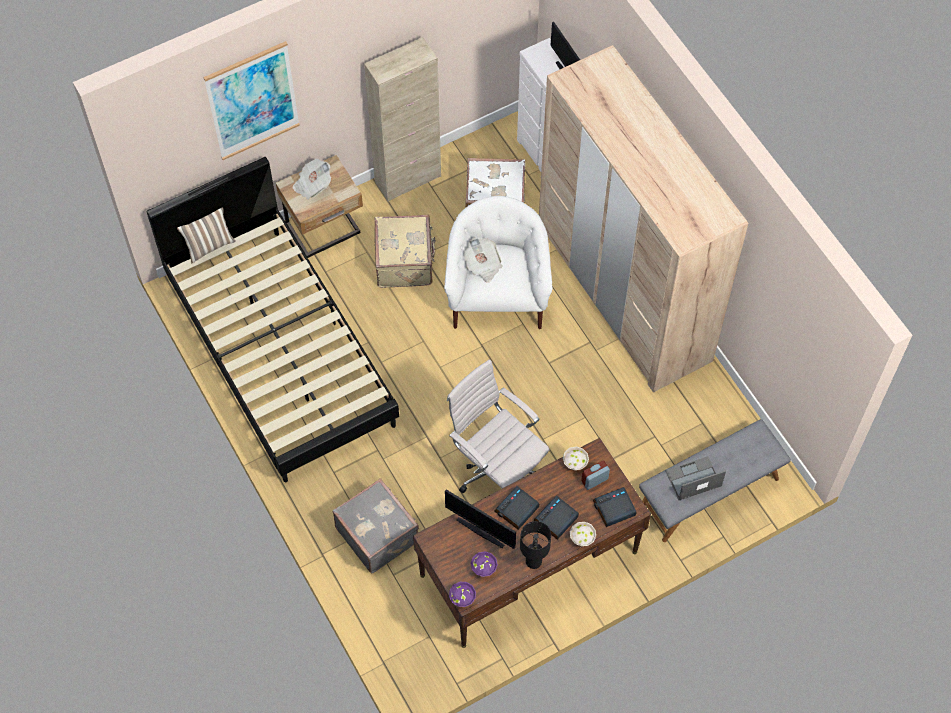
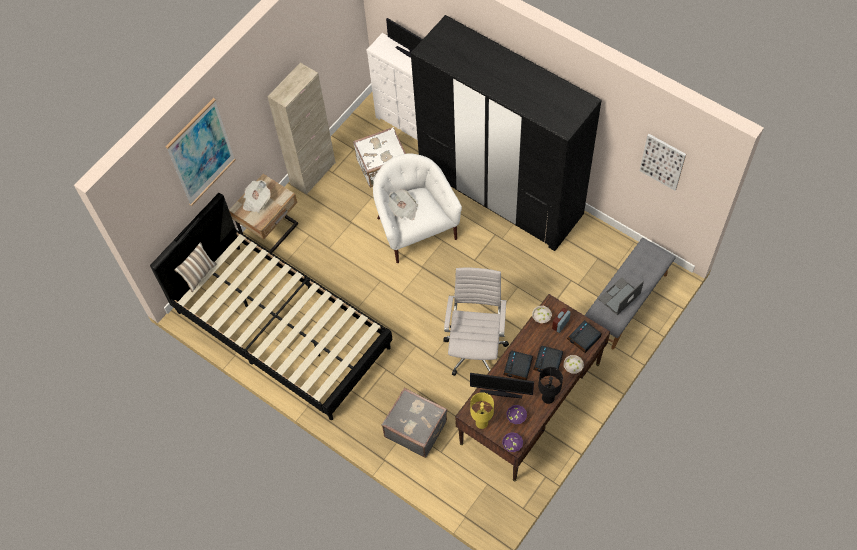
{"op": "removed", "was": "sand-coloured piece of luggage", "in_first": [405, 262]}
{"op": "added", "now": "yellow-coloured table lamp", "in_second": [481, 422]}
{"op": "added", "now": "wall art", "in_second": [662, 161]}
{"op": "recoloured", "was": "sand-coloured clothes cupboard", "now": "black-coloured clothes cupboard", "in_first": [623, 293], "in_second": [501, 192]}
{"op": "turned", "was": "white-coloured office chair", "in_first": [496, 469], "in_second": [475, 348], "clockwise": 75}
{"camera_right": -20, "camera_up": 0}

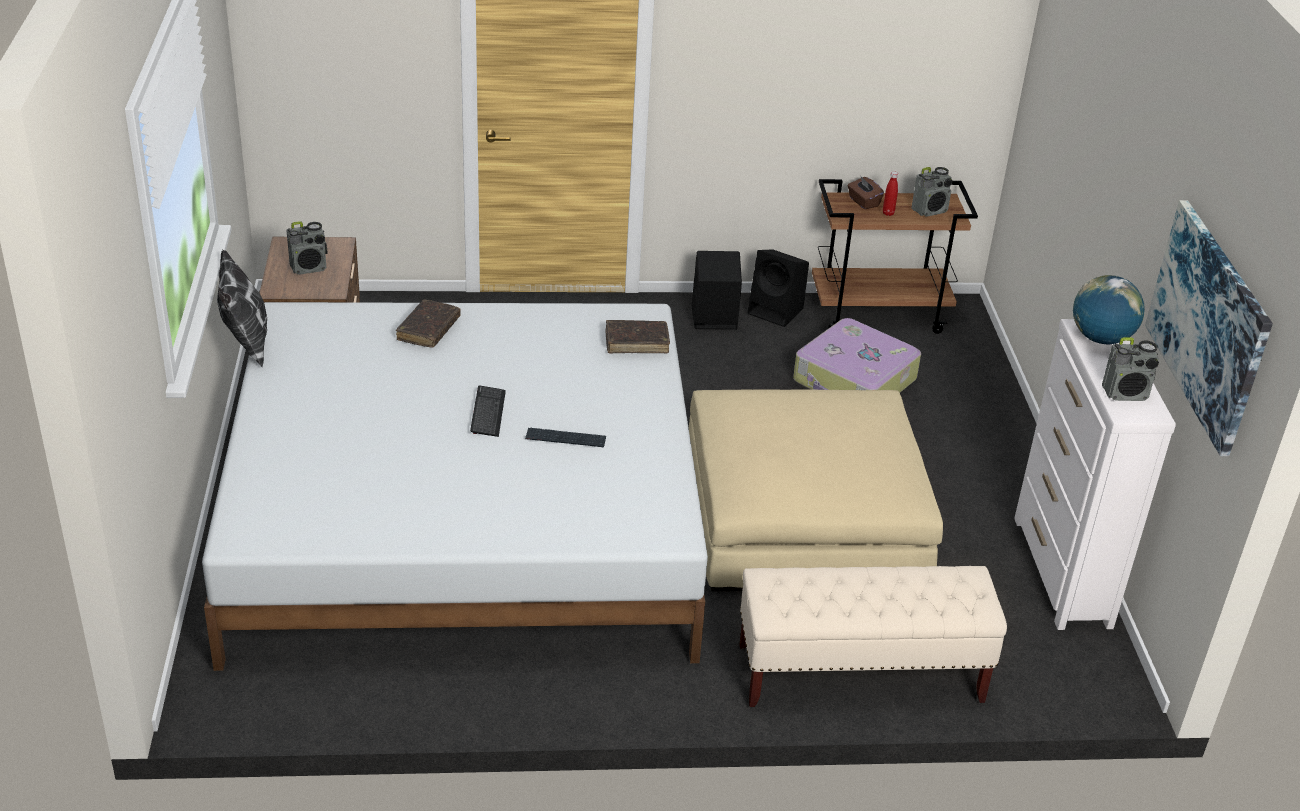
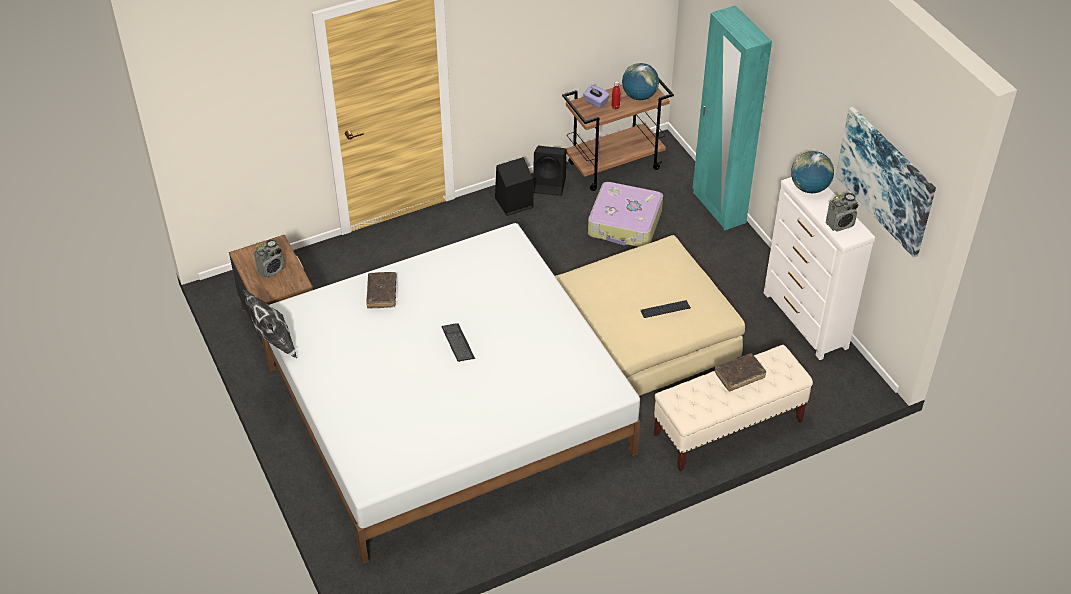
{"op": "added", "now": "turquoise-coloured clothes cupboard", "in_second": [718, 208]}
{"op": "moved", "was": "keyboard", "in_first": [565, 439], "in_second": [665, 310]}
{"op": "moved", "was": "brown book", "in_first": [637, 343], "in_second": [739, 375]}
{"op": "replaced", "was": "radio", "now": "globe", "in_first": [930, 210], "in_second": [639, 96]}
{"op": "recoloured", "was": "brown box of tissues", "now": "purple box of tissues", "in_first": [863, 202], "in_second": [595, 102]}
{"camera_right": -20, "camera_up": 10}

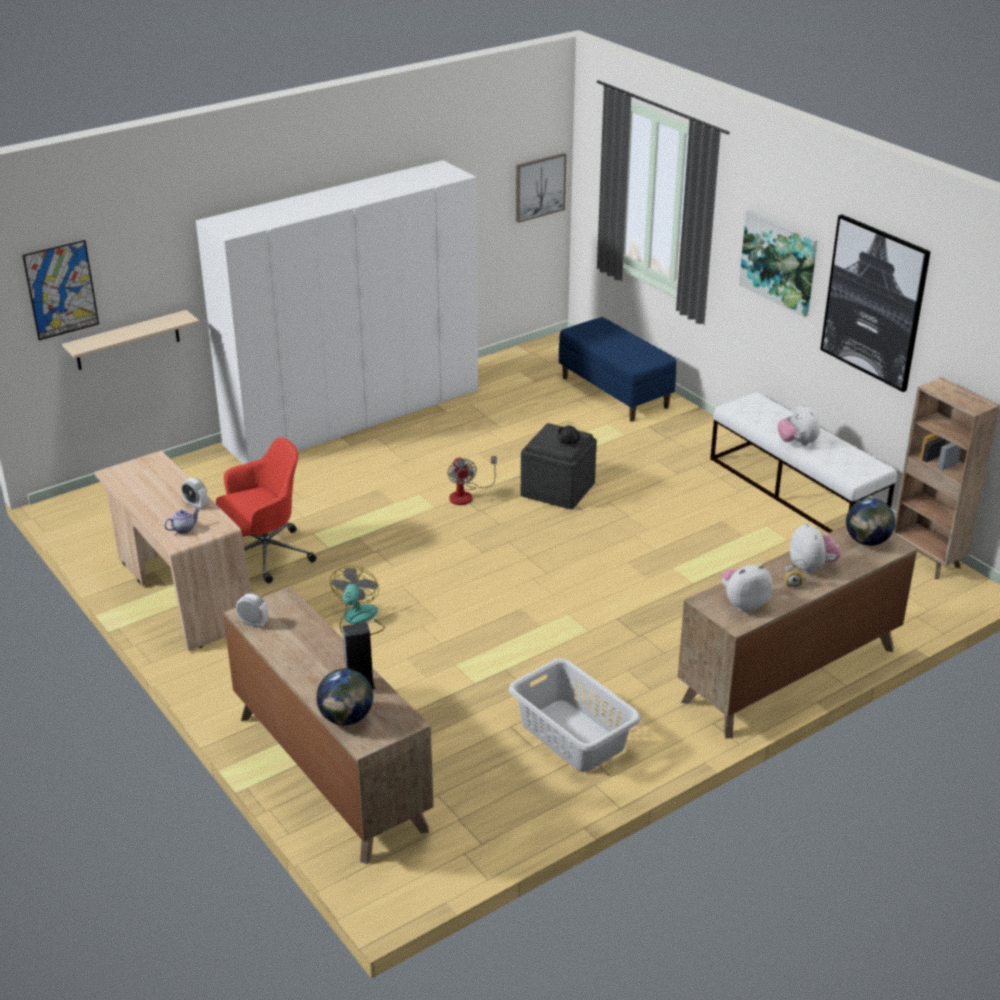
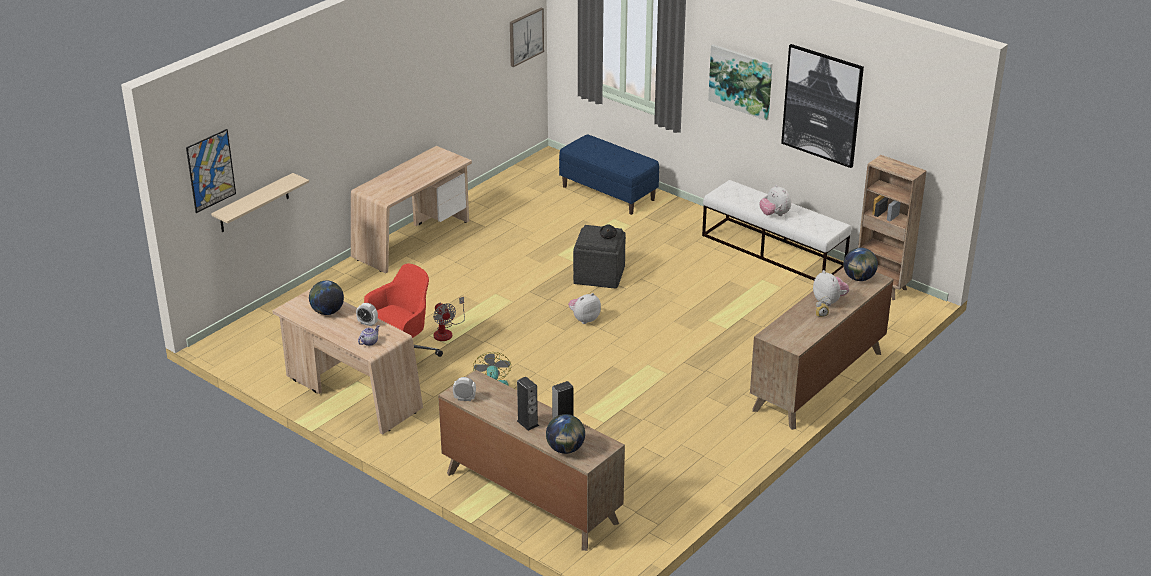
{"op": "removed", "was": "greyish laundry basket", "in_first": [572, 736]}
{"op": "added", "now": "globe", "in_second": [327, 312]}
{"op": "added", "now": "speaker", "in_second": [527, 423]}
{"op": "moved", "was": "electric fan", "in_first": [466, 495], "in_second": [446, 332]}
{"op": "moved", "was": "plush toy", "in_first": [743, 603], "in_second": [584, 319]}
{"op": "replaced", "was": "white-coloured clothes cupboard", "now": "sand-coloured desk unit", "in_first": [354, 416], "in_second": [413, 240]}
{"camera_right": -15, "camera_up": 0}

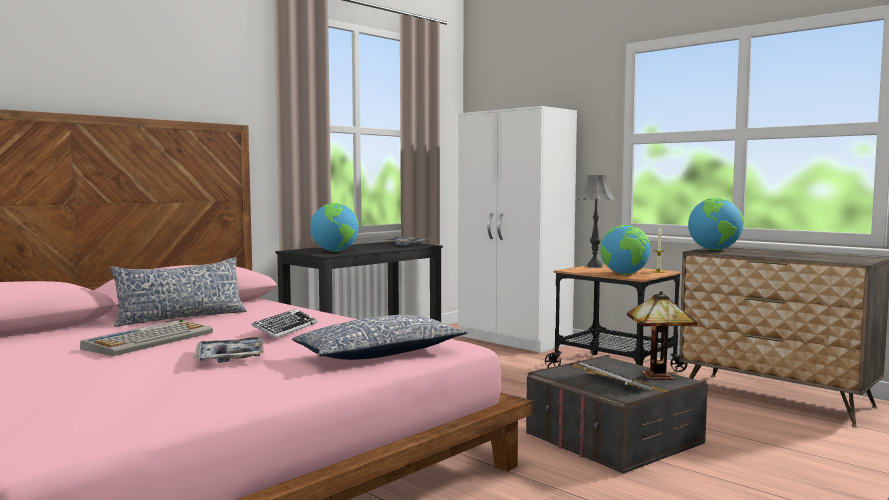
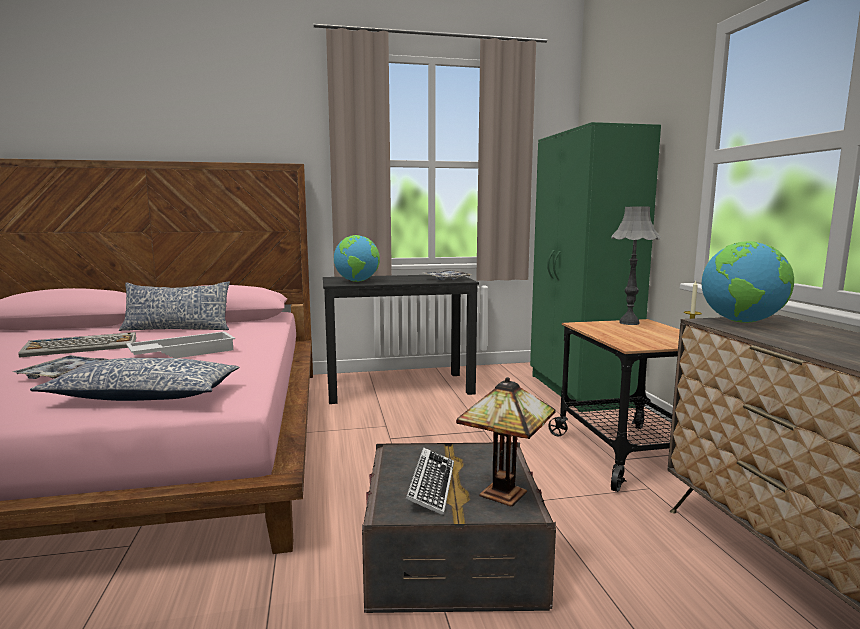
{"op": "removed", "was": "globe", "in_first": [625, 274]}
{"op": "replaced", "was": "keyboard", "now": "white-coloured serving tray", "in_first": [285, 329], "in_second": [183, 352]}
{"op": "recoloured", "was": "white-coloured clothes cupboard", "now": "green-coloured clothes cupboard", "in_first": [514, 340], "in_second": [580, 391]}
{"camera_right": 35, "camera_up": 5}

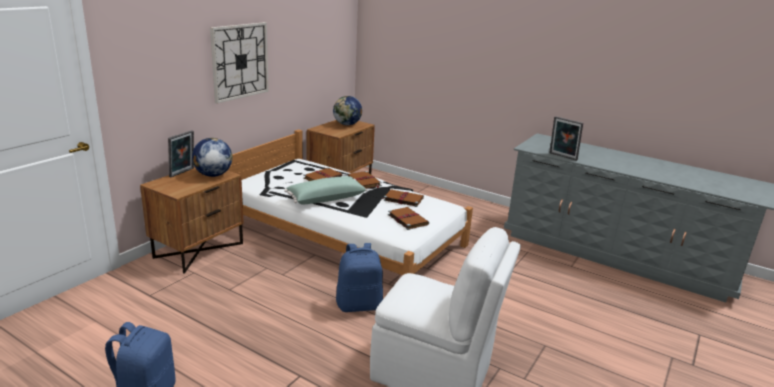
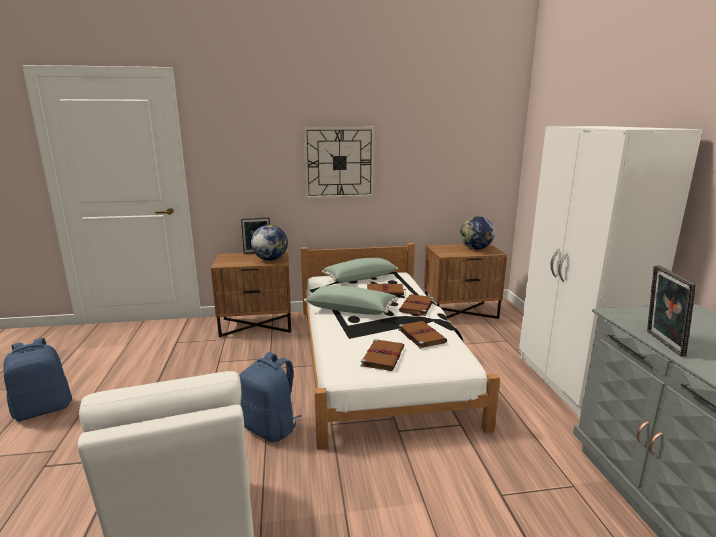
{"op": "added", "now": "green-coloured throw pillow", "in_second": [359, 278]}
{"op": "added", "now": "white-coloured clothes cupboard", "in_second": [572, 383]}
{"camera_right": 50, "camera_up": -5}

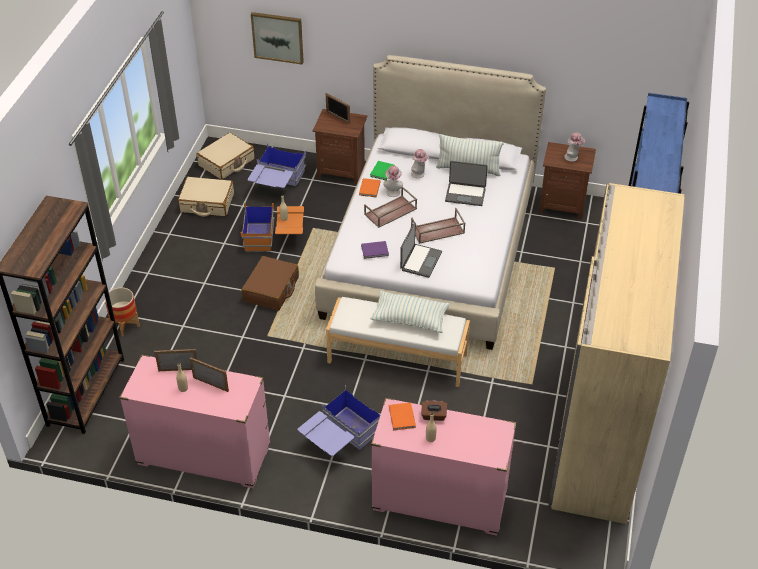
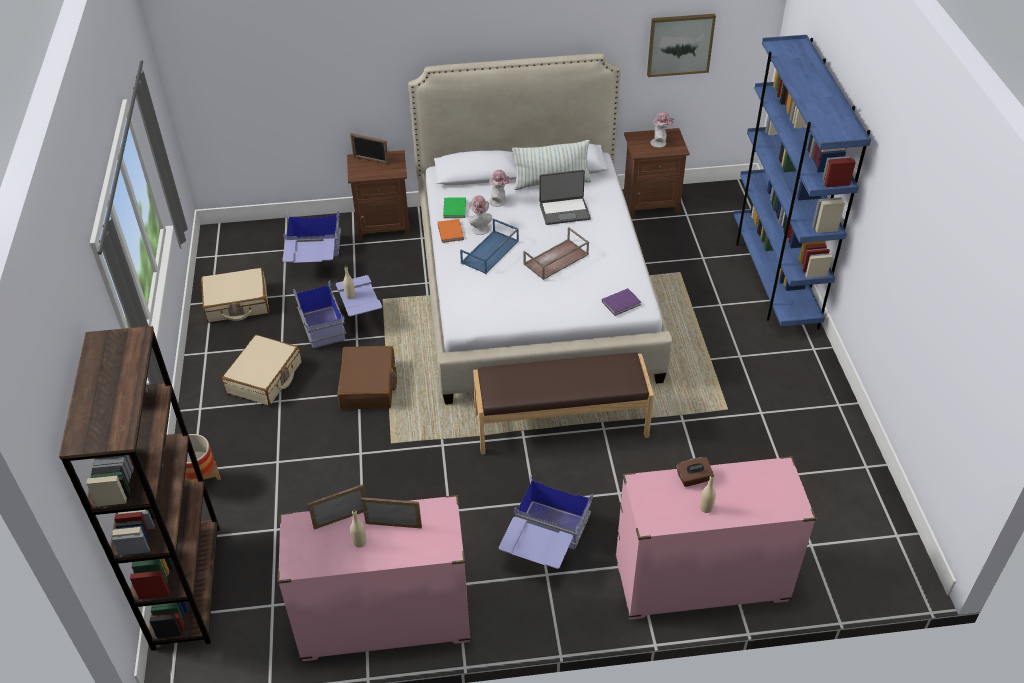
{"op": "removed", "was": "throw pillow", "in_first": [410, 319]}
{"op": "removed", "was": "orange-coloured book", "in_first": [402, 416]}
{"op": "removed", "was": "laptop", "in_first": [420, 261]}
{"op": "removed", "was": "sand-coloured clothes cupboard", "in_first": [599, 431]}
{"op": "moved", "was": "sand-coloured piece of luggage", "in_first": [226, 162], "in_second": [265, 378]}
{"op": "moved", "was": "wall art", "in_first": [278, 37], "in_second": [680, 44]}
{"op": "moved", "was": "purple book", "in_first": [375, 251], "in_second": [622, 303]}
{"op": "recoloured", "was": "orange-coloured storage container", "now": "blue storage container", "in_first": [274, 238], "in_second": [342, 323]}
{"op": "recoloured", "was": "white-coloured bench", "now": "brown bench", "in_first": [397, 357], "in_second": [561, 423]}
{"op": "recoloured", "was": "brown serving tray", "now": "blue serving tray", "in_first": [390, 212], "in_second": [490, 252]}
{"camera_right": -20, "camera_up": 0}

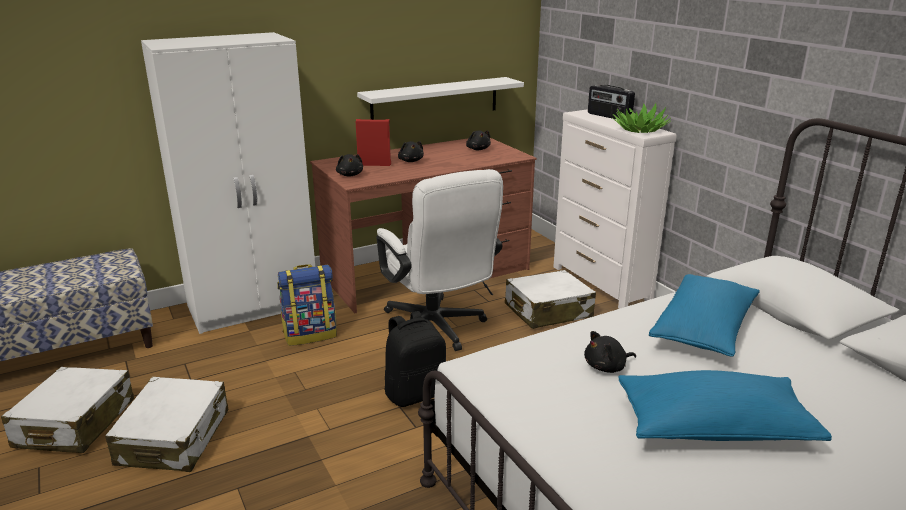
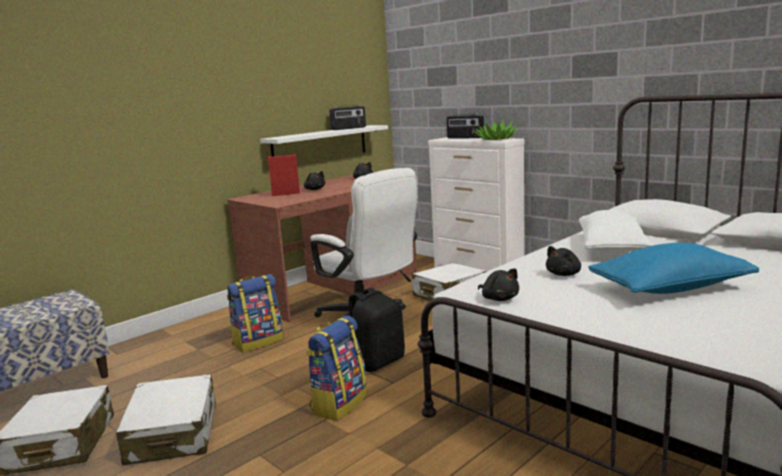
{"op": "removed", "was": "white-coloured clothes cupboard", "in_first": [254, 306]}
{"op": "added", "now": "rucksack", "in_second": [339, 403]}
{"op": "added", "now": "radio", "in_second": [348, 128]}
{"op": "moved", "was": "black-coloured plush toy", "in_first": [350, 175], "in_second": [499, 298]}
{"op": "recoloured", "was": "blue throw pillow", "now": "white-coloured throw pillow", "in_first": [703, 330], "in_second": [612, 248]}
{"camera_right": -15, "camera_up": -10}

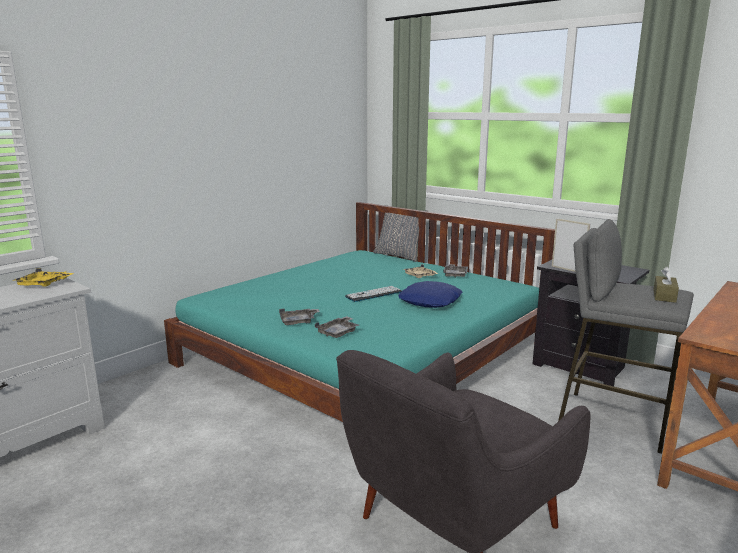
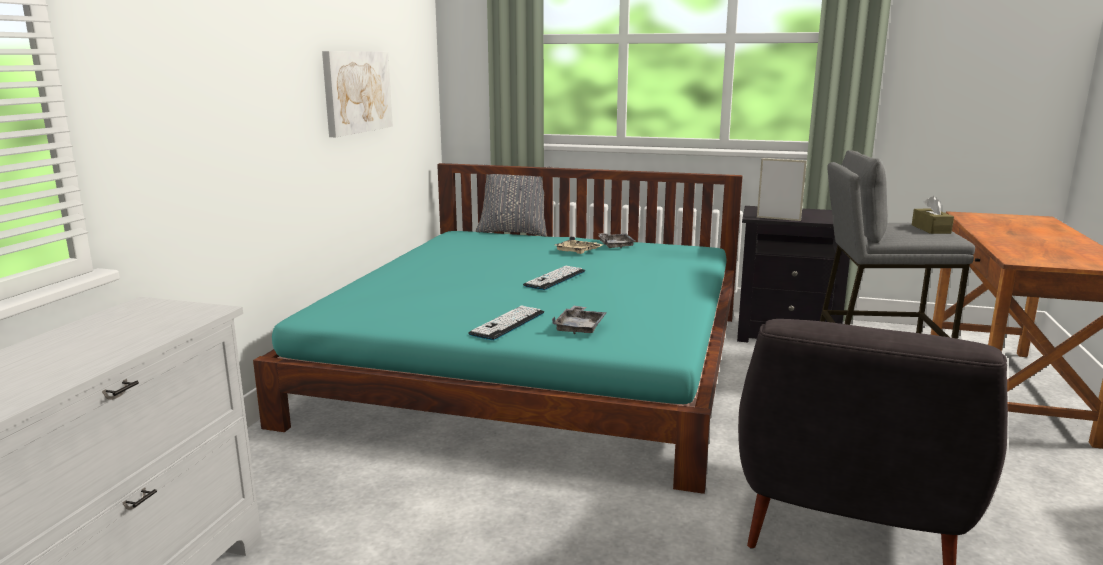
{"op": "removed", "was": "yellow-coloured serving tray", "in_first": [44, 284]}
{"op": "removed", "was": "blue throw pillow", "in_first": [430, 301]}
{"op": "added", "now": "wall art", "in_second": [357, 92]}
{"op": "replaced", "was": "greyish serving tray", "now": "keyboard", "in_first": [298, 322], "in_second": [507, 323]}
{"camera_right": -25, "camera_up": 0}

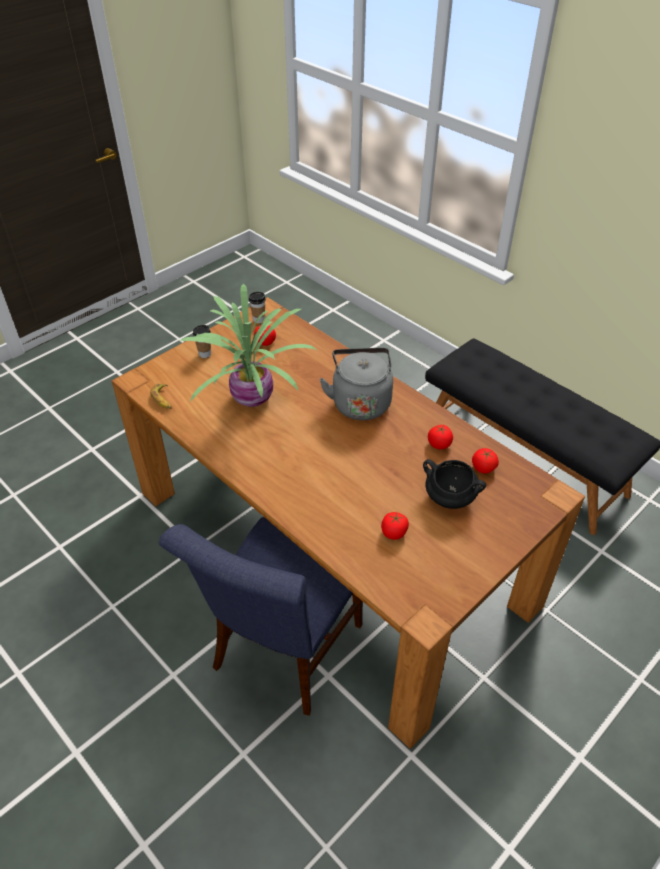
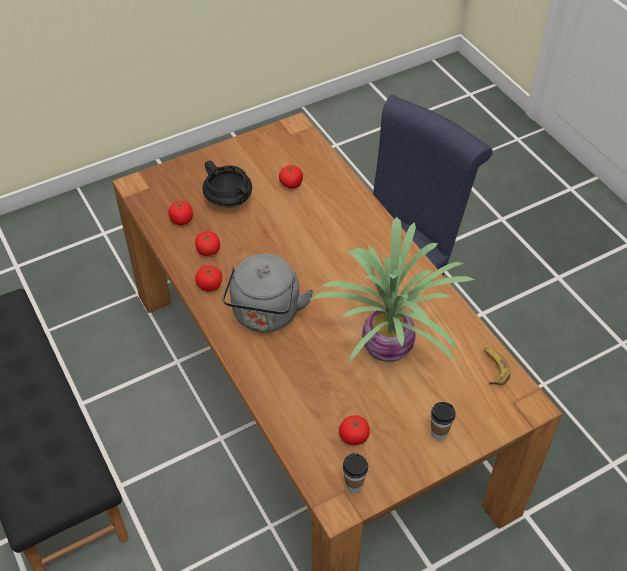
{"op": "added", "now": "fresh tomato", "in_second": [209, 285]}
{"camera_right": -165, "camera_up": 5}

